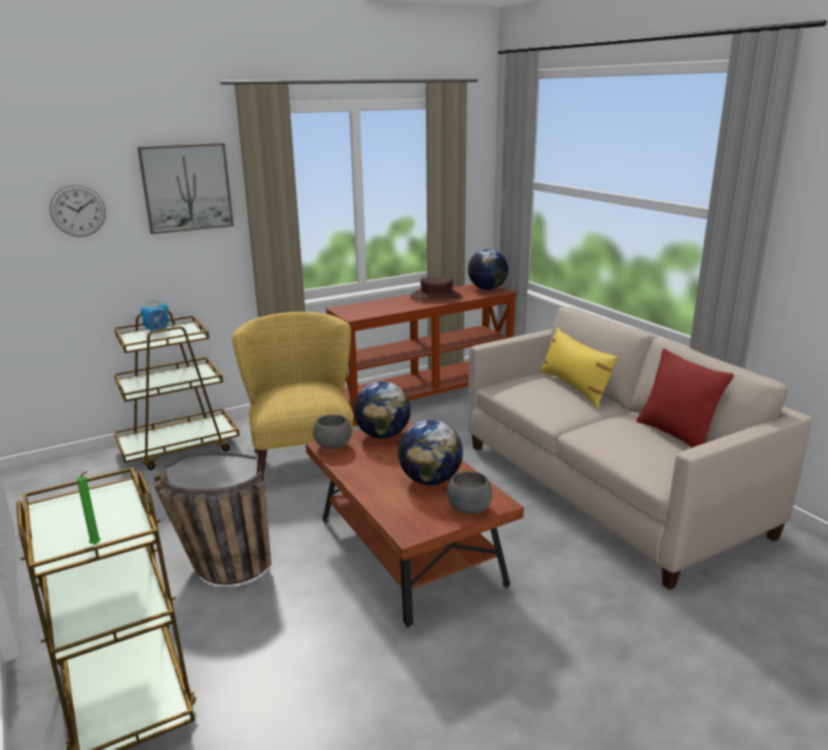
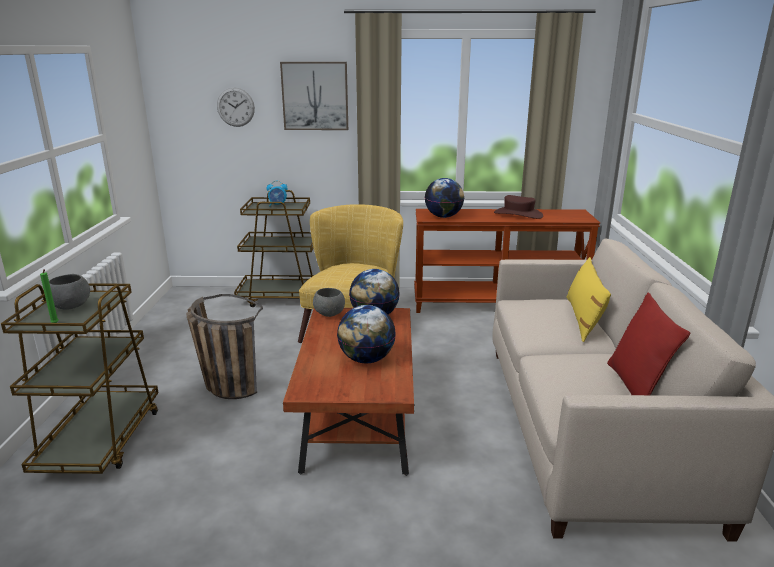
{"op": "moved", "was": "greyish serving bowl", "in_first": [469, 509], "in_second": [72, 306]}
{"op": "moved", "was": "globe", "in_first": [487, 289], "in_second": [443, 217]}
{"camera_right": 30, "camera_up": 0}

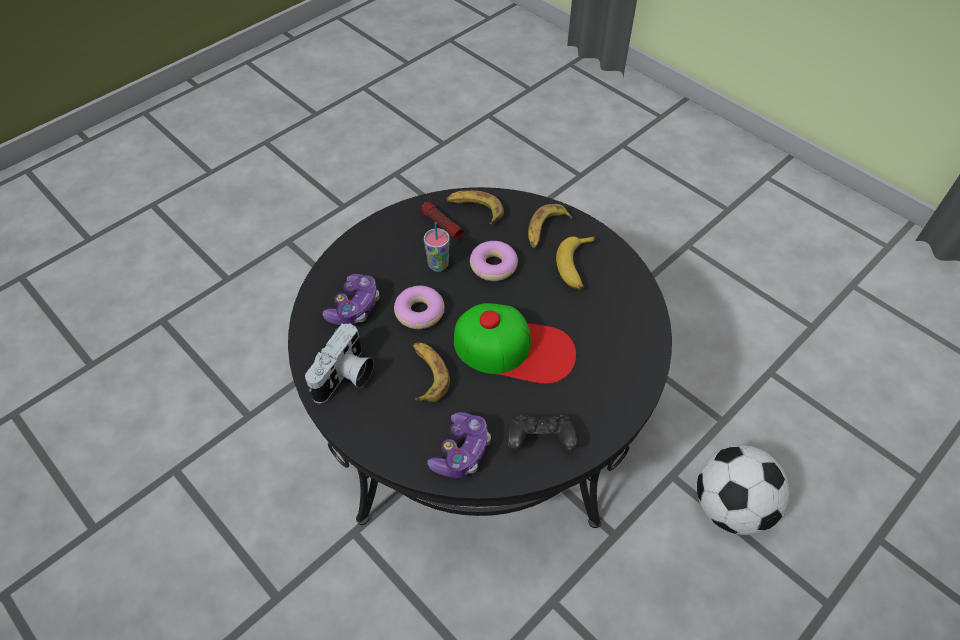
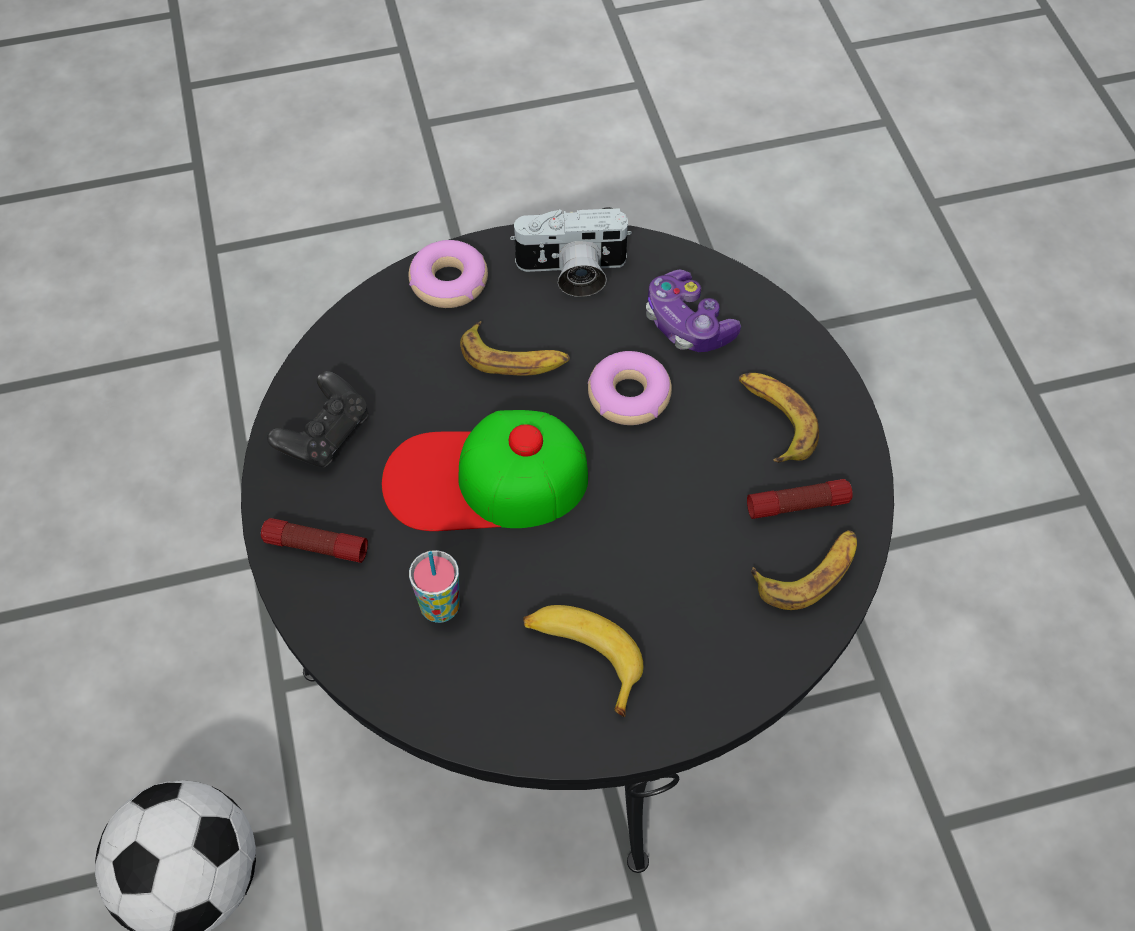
{"op": "removed", "was": "gamepad", "in_first": [461, 452]}
{"op": "added", "now": "torch", "in_second": [316, 546]}
{"op": "moved", "was": "drinking cup", "in_first": [438, 265], "in_second": [440, 608]}
{"op": "moved", "was": "ring doughnut", "in_first": [493, 265], "in_second": [449, 282]}
{"op": "moved", "was": "banana fruit", "in_first": [545, 230], "in_second": [774, 420]}
{"op": "turned", "was": "still camera", "in_first": [345, 378], "in_second": [571, 272], "clockwise": -60}
{"op": "turned", "was": "peaked cap", "in_first": [514, 348], "in_second": [485, 480], "clockwise": 45}
{"camera_right": 120, "camera_up": 5}

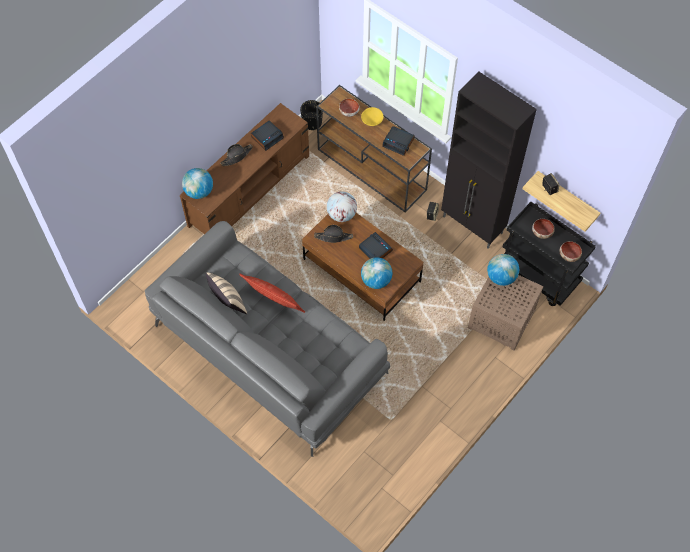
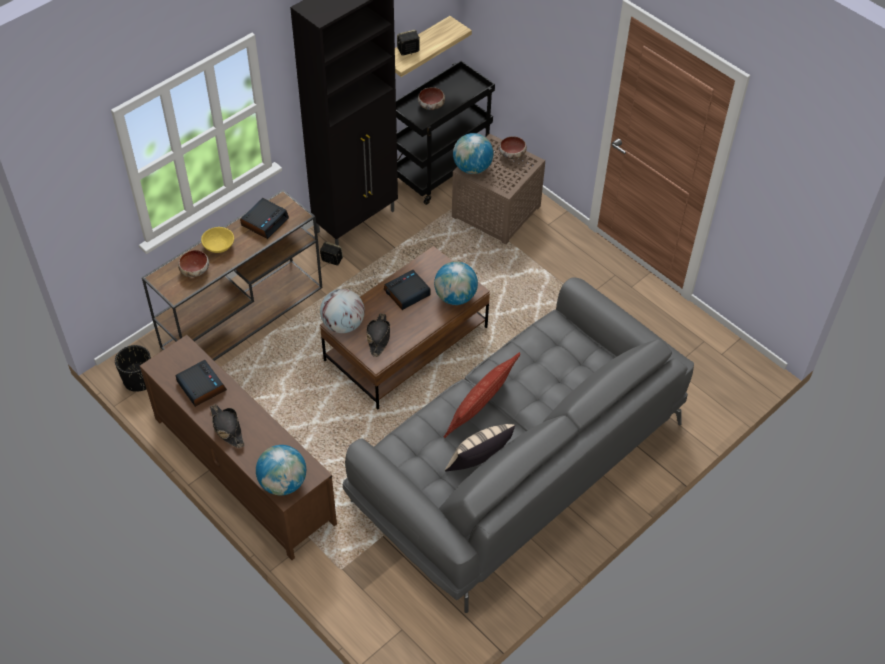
{"op": "moved", "was": "serving bowl", "in_first": [568, 255], "in_second": [512, 154]}
{"camera_right": -85, "camera_up": -10}

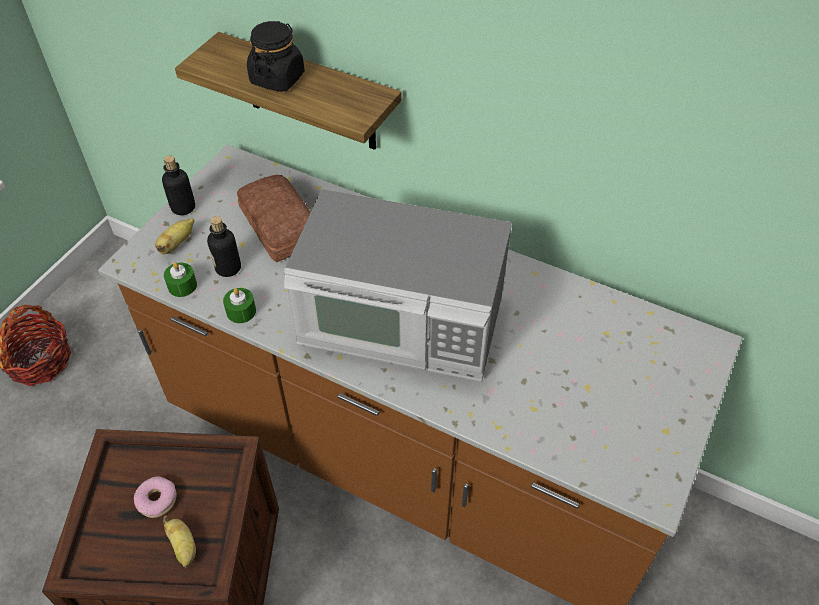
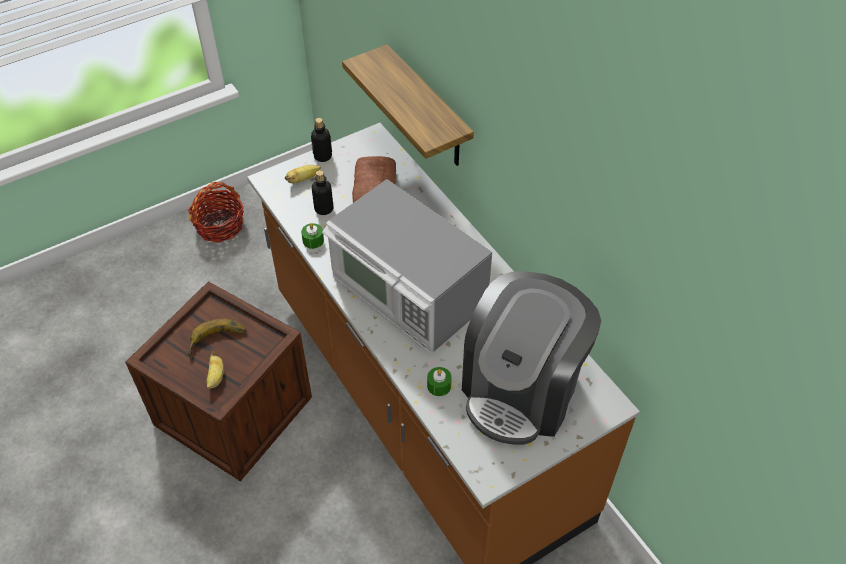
{"op": "removed", "was": "black-coloured jar", "in_first": [277, 78]}
{"op": "added", "now": "coffee brewer", "in_second": [522, 389]}
{"op": "moved", "was": "green-coloured wax candle", "in_first": [182, 285], "in_second": [439, 385]}
{"op": "replaced", "was": "ring doughnut", "now": "banana fruit", "in_first": [157, 500], "in_second": [218, 342]}
{"camera_right": 30, "camera_up": 0}

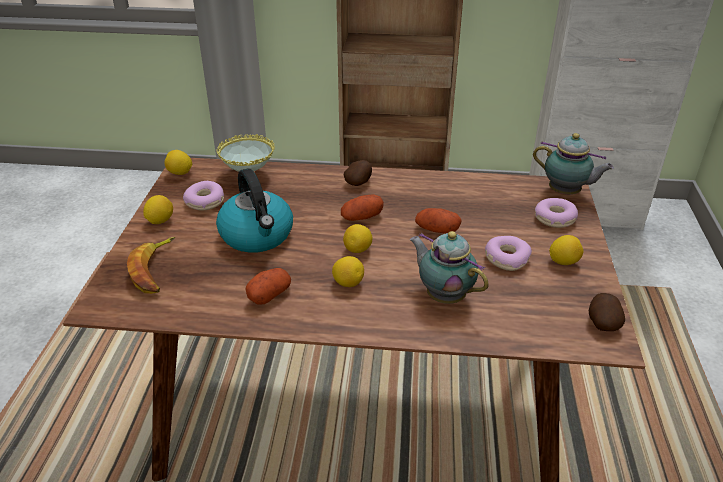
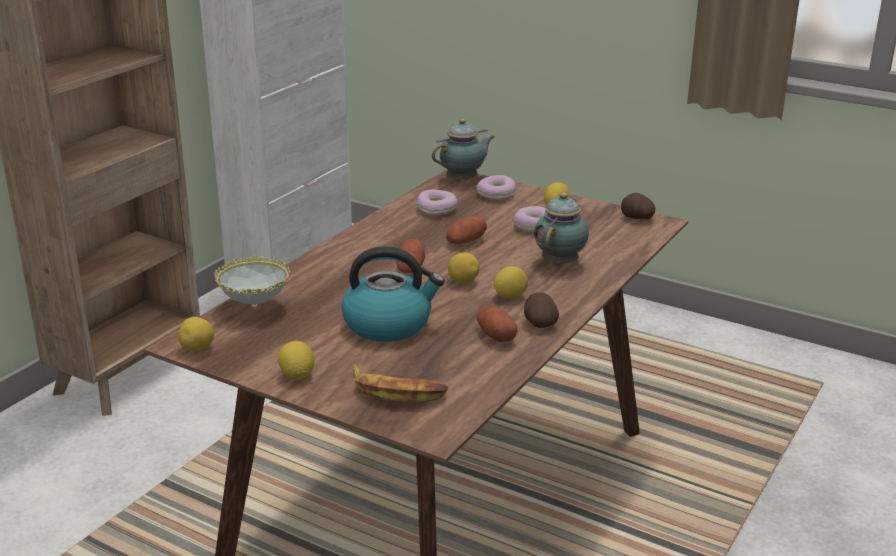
{"op": "moved", "was": "ring doughnut", "in_first": [205, 202], "in_second": [436, 209]}
{"op": "moved", "was": "whole potato", "in_first": [359, 182], "in_second": [539, 323]}
{"op": "turned", "was": "teapot", "in_first": [443, 295], "in_second": [561, 262], "clockwise": 135}
{"camera_right": -65, "camera_up": -10}

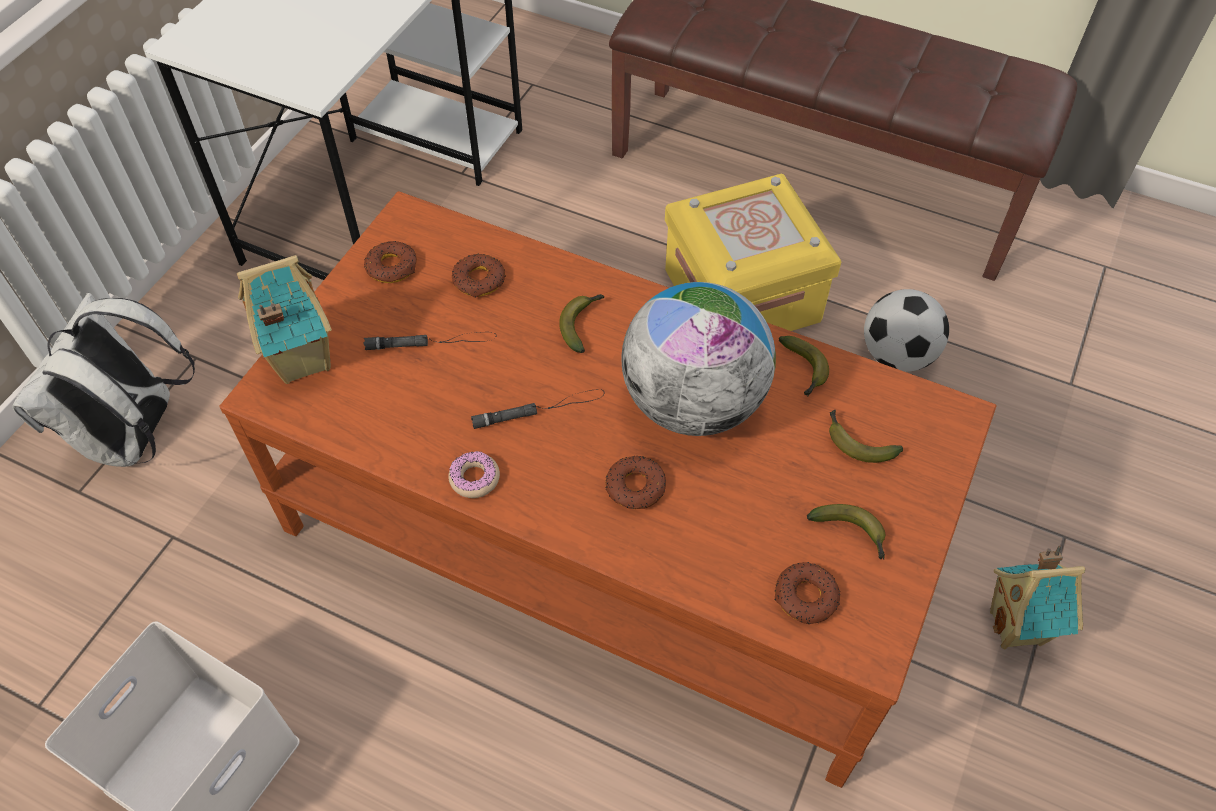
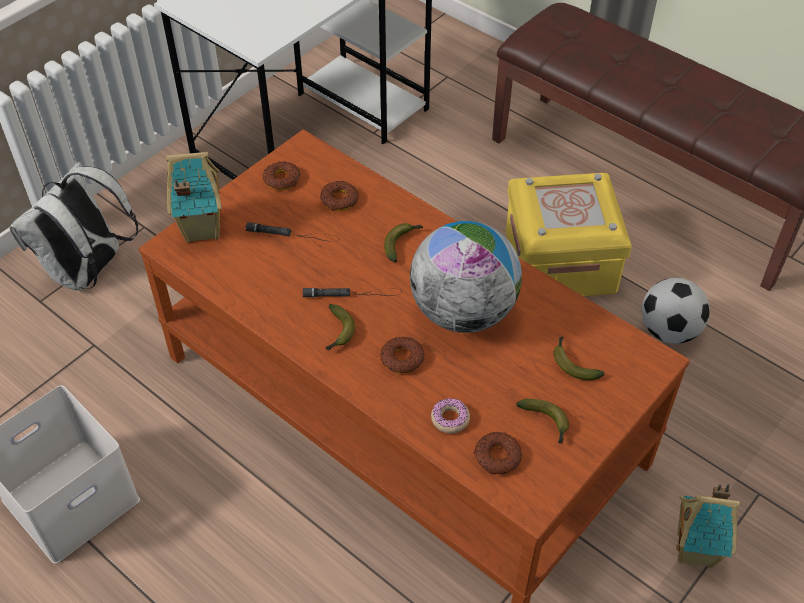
{"op": "moved", "was": "ring doughnut", "in_first": [474, 478], "in_second": [450, 419]}
{"op": "moved", "was": "banana fruit", "in_first": [804, 371], "in_second": [338, 333]}
{"camera_right": 15, "camera_up": -5}

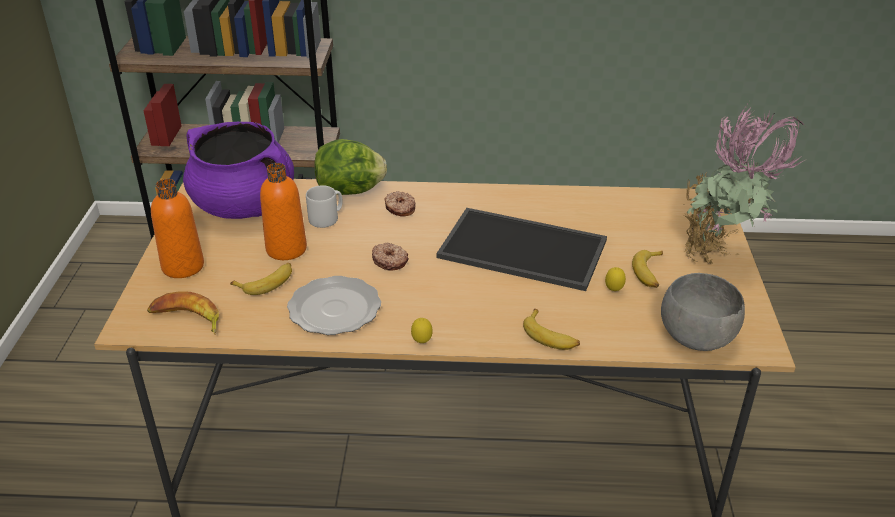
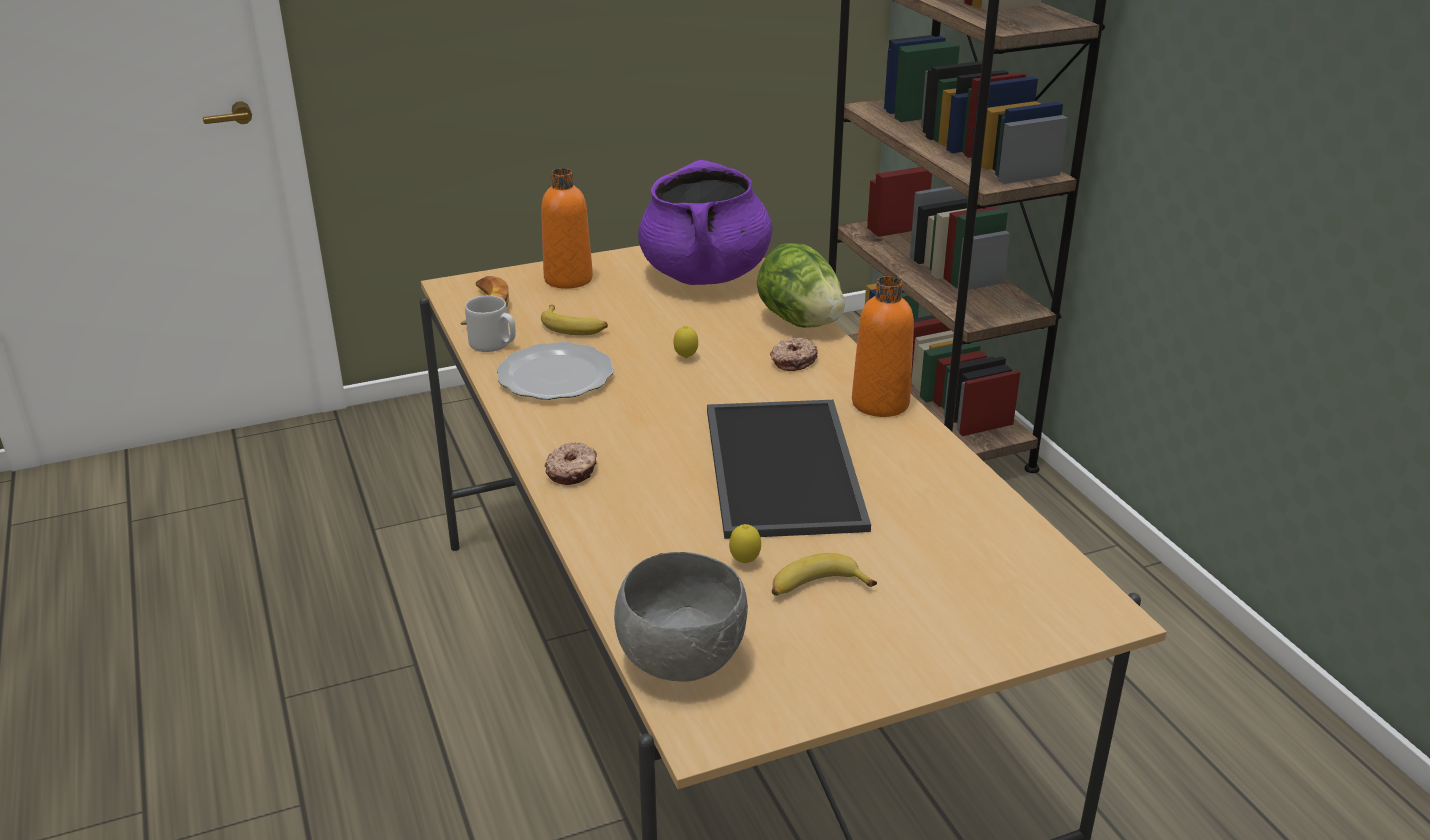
{"op": "removed", "was": "banana fruit", "in_first": [550, 336]}
{"op": "removed", "was": "potted plant", "in_first": [720, 258]}
{"op": "moved", "was": "orange-coloured beverage bottle", "in_first": [286, 249], "in_second": [880, 403]}
{"op": "moved", "was": "greyish tea mug", "in_first": [326, 218], "in_second": [494, 344]}
{"op": "moved", "was": "ring doughnut", "in_first": [390, 261], "in_second": [572, 471]}
{"op": "moved", "was": "whole lemon", "in_first": [422, 342], "in_second": [686, 358]}
{"camera_right": 65, "camera_up": -5}

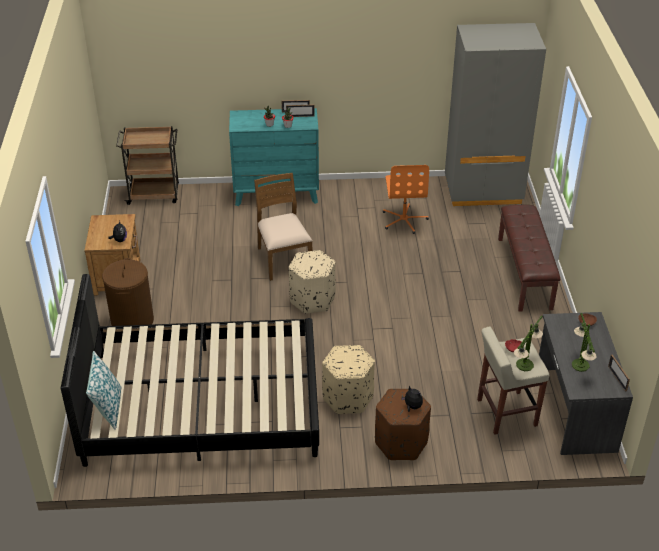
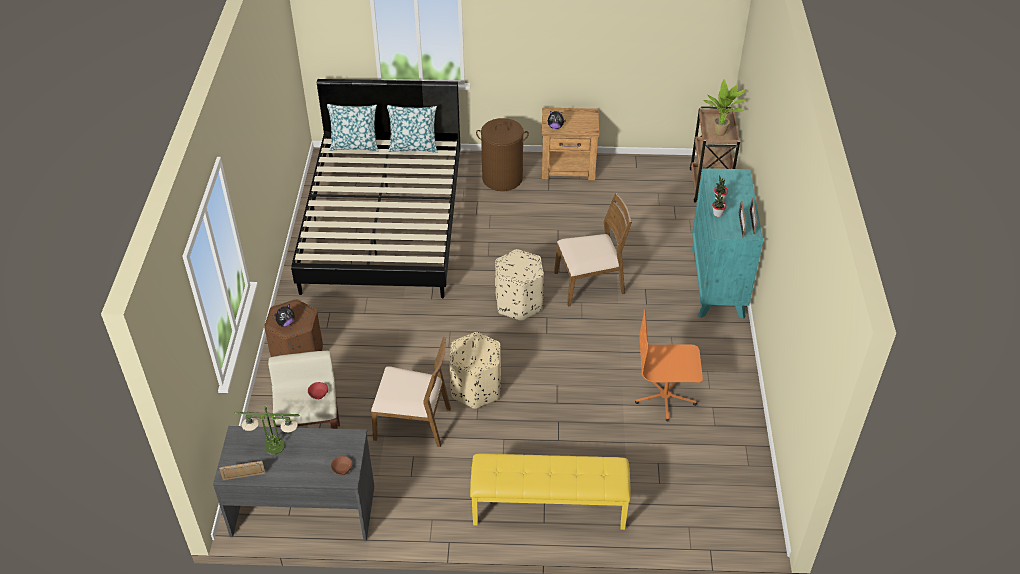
{"op": "removed", "was": "greyish clothes cupboard", "in_first": [483, 191]}
{"op": "removed", "was": "table lamp", "in_first": [524, 365]}
{"op": "added", "now": "brown upright chair", "in_second": [413, 422]}
{"op": "added", "now": "throw pillow", "in_second": [413, 147]}
{"op": "added", "now": "potted plant", "in_second": [721, 134]}
{"op": "moved", "was": "sand-coloured pouffe", "in_first": [347, 397], "in_second": [476, 388]}
{"op": "recoloured", "was": "brown bench", "now": "yellow-coloured bench", "in_first": [525, 273], "in_second": [548, 509]}
{"camera_right": 95, "camera_up": 5}

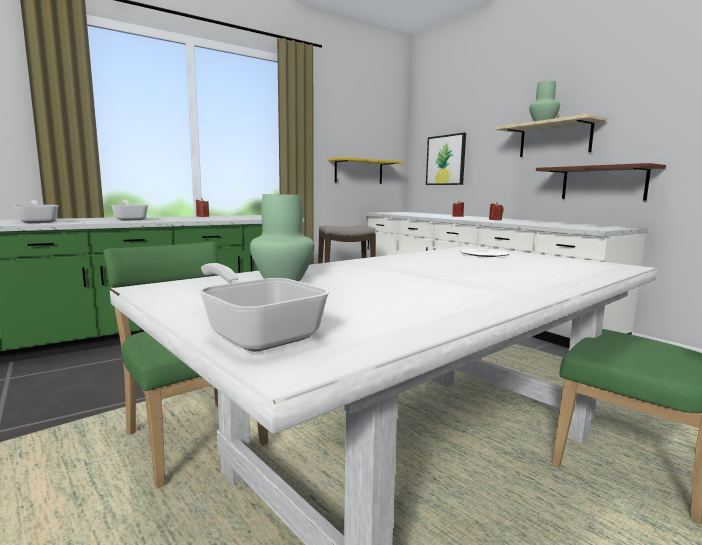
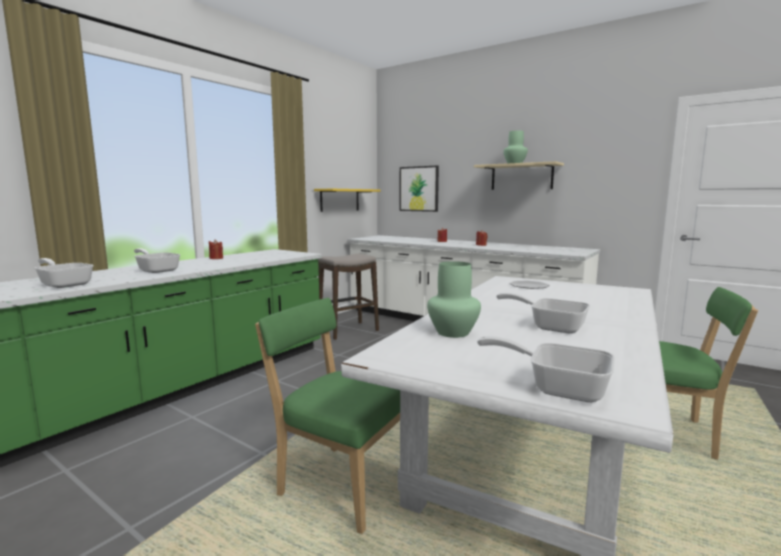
{"op": "removed", "was": "brown bracket shelf", "in_first": [603, 183]}
{"op": "added", "now": "pan", "in_second": [550, 326]}
{"camera_right": -20, "camera_up": 0}

